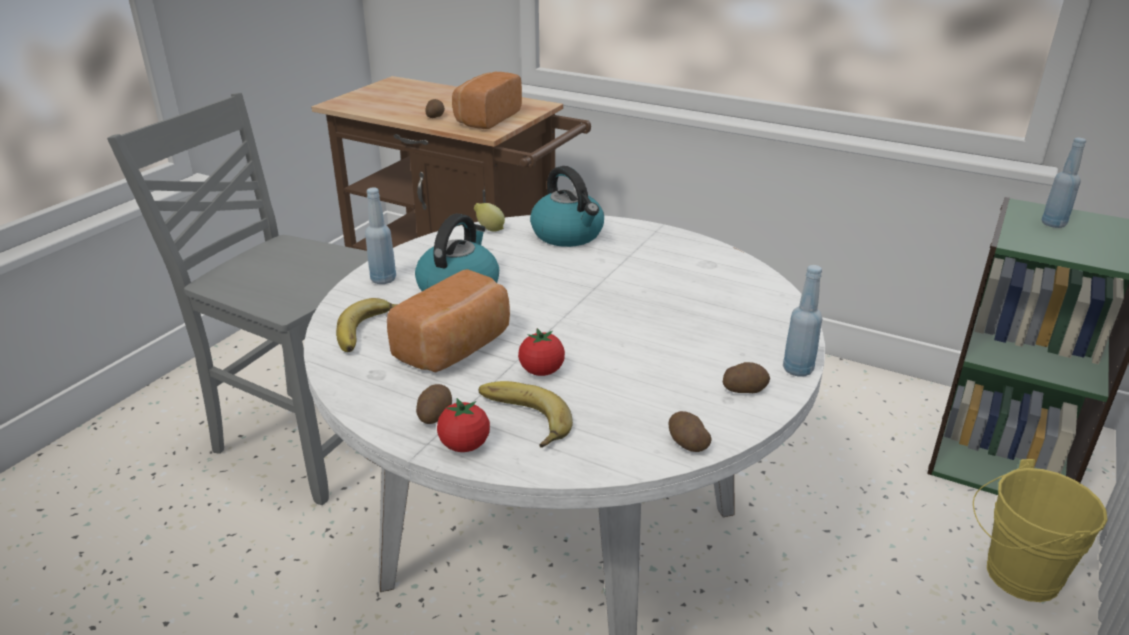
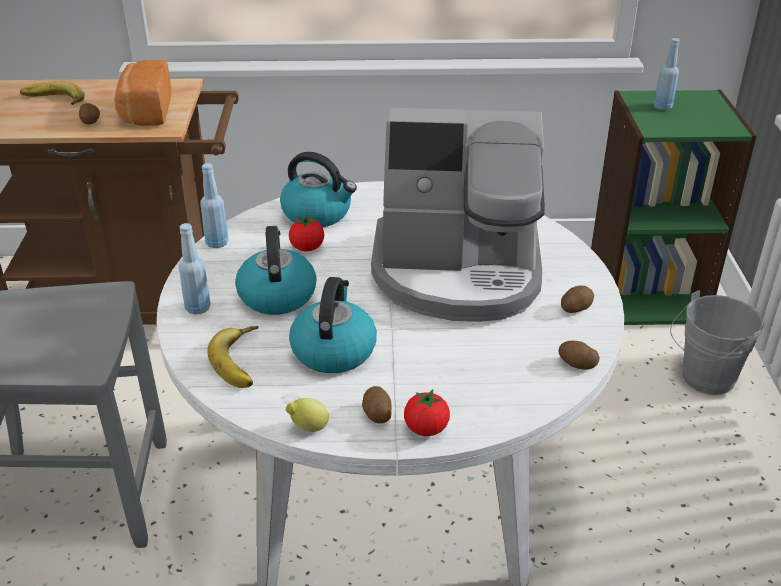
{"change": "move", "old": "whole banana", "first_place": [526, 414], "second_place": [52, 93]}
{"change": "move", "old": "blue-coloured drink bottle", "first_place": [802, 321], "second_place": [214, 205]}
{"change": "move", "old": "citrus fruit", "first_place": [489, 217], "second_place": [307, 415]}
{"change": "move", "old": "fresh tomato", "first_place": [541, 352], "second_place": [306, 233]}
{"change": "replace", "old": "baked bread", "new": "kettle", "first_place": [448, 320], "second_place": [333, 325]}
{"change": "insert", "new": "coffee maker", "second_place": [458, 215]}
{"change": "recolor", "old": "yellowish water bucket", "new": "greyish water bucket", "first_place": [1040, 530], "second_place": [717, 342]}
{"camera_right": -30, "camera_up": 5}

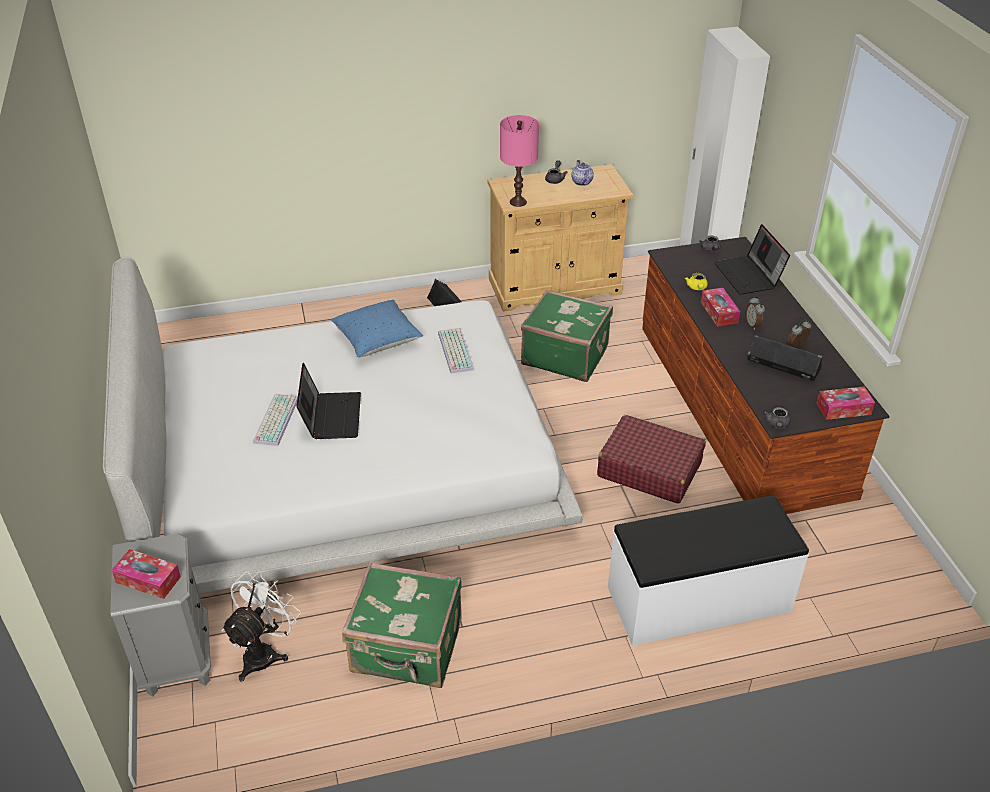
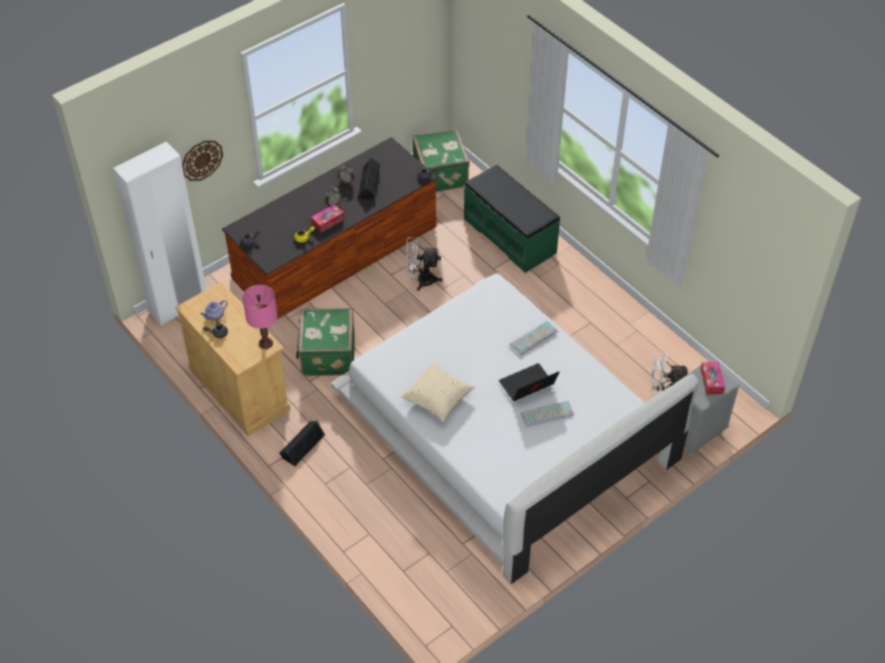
{"change": "insert", "new": "hanging clock", "second_place": [202, 160]}
{"change": "recolor", "old": "blue-coloured pillow", "new": "beige pillow", "first_place": [376, 329], "second_place": [437, 392]}
{"change": "replace", "old": "red piece of luggage", "new": "white-coloured cooling fan", "first_place": [651, 459], "second_place": [424, 264]}
{"change": "move", "old": "green piece of luggage", "first_place": [402, 625], "second_place": [441, 160]}
{"change": "recolor", "old": "white-coloured indoor bench", "new": "green indoor bench", "first_place": [708, 570], "second_place": [512, 218]}
{"change": "move", "old": "computer keyboard", "first_place": [456, 351], "second_place": [534, 337]}
{"change": "delete", "old": "portable computer", "first_place": [752, 259]}
{"change": "delete", "old": "box of tissues", "first_place": [845, 403]}
{"camera_right": -115, "camera_up": 10}

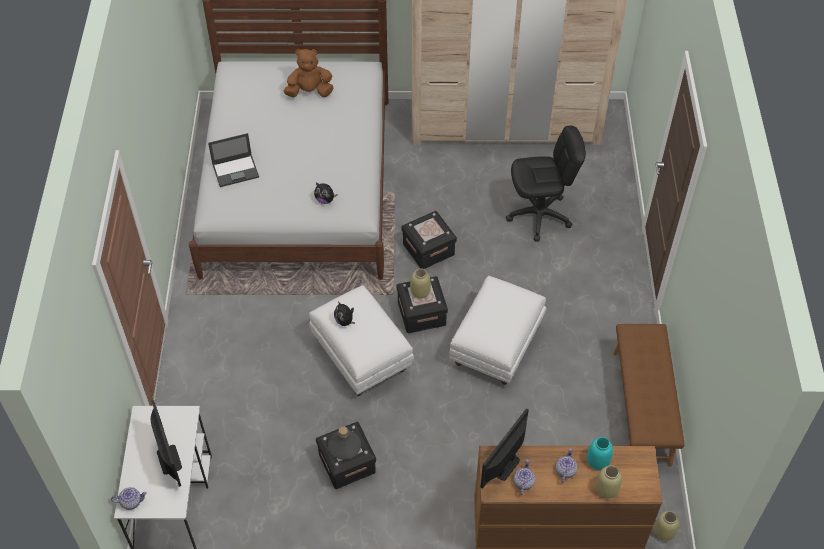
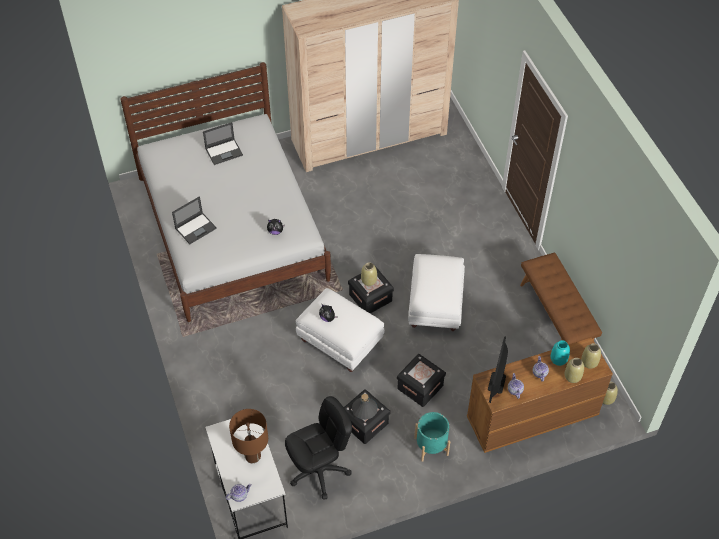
{"change": "replace", "old": "brown cuddly toy", "new": "portable computer", "first_place": [308, 73], "second_place": [223, 143]}
{"change": "replace", "old": "computer display", "new": "brown tabletop lamp", "first_place": [166, 443], "second_place": [248, 436]}
{"change": "move", "old": "black-coloured computer chair", "first_place": [546, 183], "second_place": [318, 448]}
{"change": "move", "old": "black-coloured storage box", "first_place": [429, 240], "second_place": [421, 380]}
{"change": "insert", "new": "turquoise-coloured flower pot", "second_place": [432, 437]}
{"change": "insert", "new": "beige flower vase", "second_place": [591, 356]}
{"camera_right": -20, "camera_up": 0}

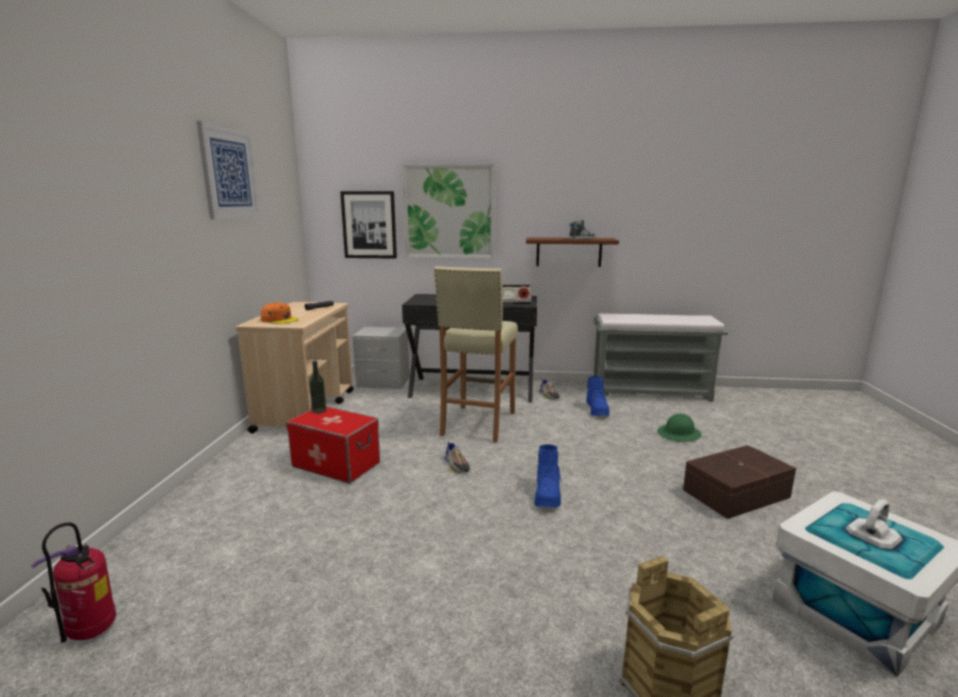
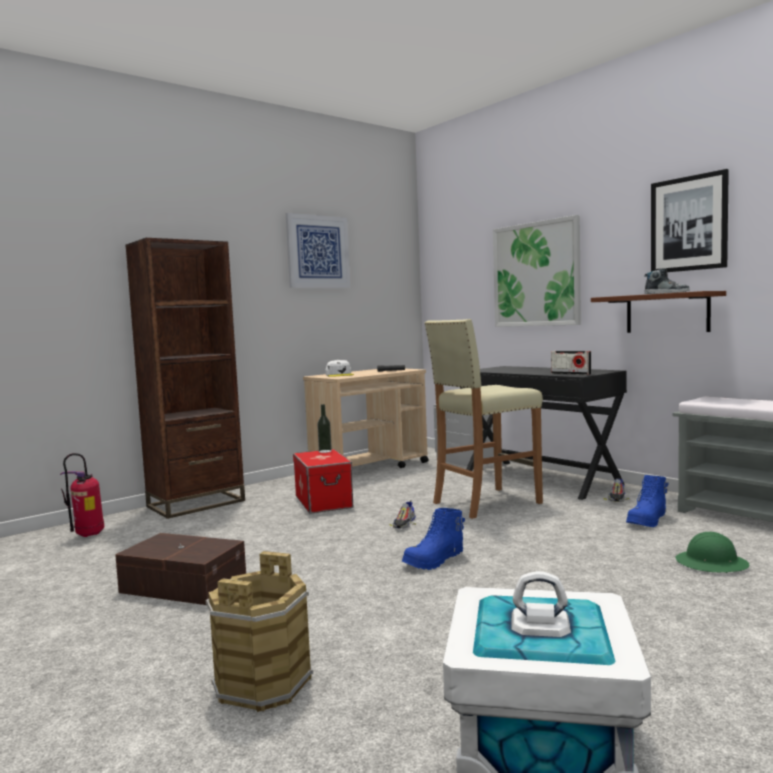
{"change": "move", "old": "brown storage box", "first_place": [739, 482], "second_place": [180, 569]}
{"change": "insert", "new": "brown shelving unit", "second_place": [185, 378]}
{"change": "recolor", "old": "orange peaked cap", "new": "white-coloured peaked cap", "first_place": [280, 313], "second_place": [339, 368]}
{"change": "move", "old": "wall picture", "first_place": [368, 225], "second_place": [690, 220]}
{"camera_right": 45, "camera_up": -10}

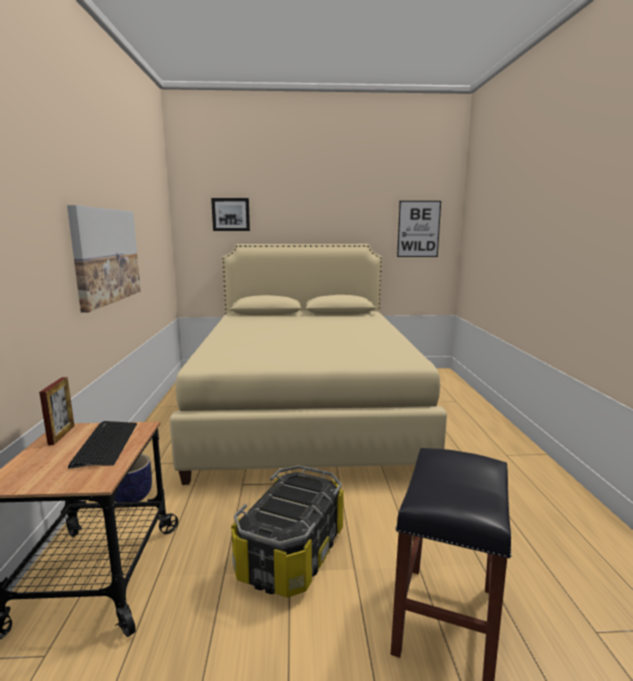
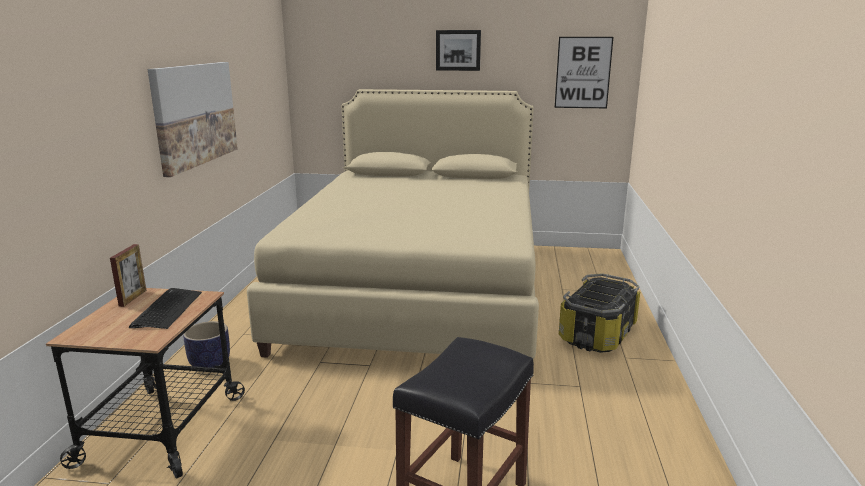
{"change": "move", "old": "wall picture", "first_place": [230, 214], "second_place": [458, 50]}
{"change": "move", "old": "storage box", "first_place": [287, 531], "second_place": [599, 313]}
{"camera_right": 10, "camera_up": 5}

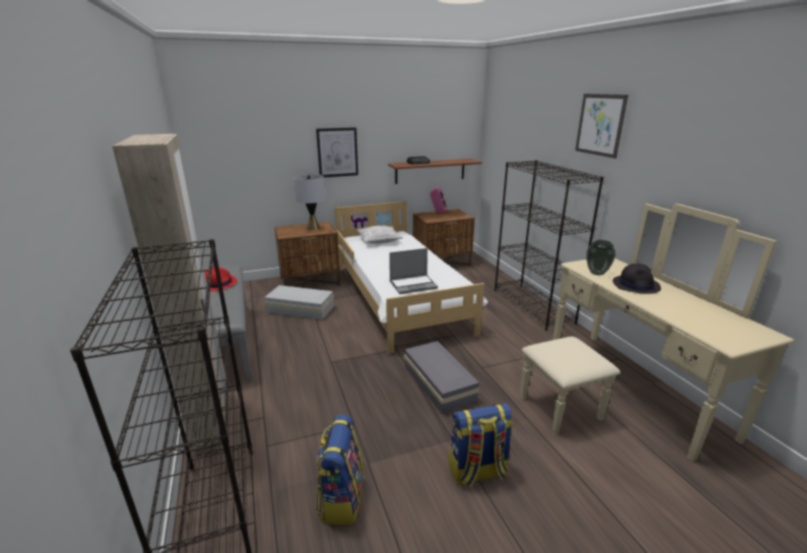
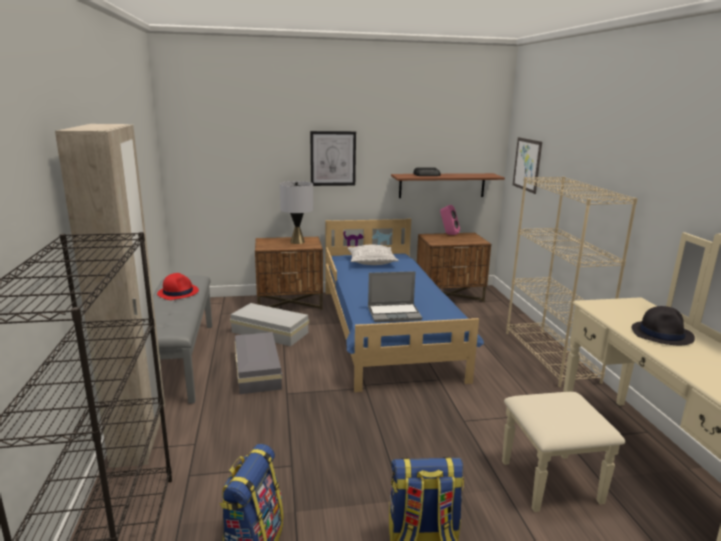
{"change": "move", "old": "greyish storage box", "first_place": [442, 377], "second_place": [258, 363]}
{"change": "recolor", "old": "white-coloured bed", "new": "blue-coloured bed", "first_place": [411, 277], "second_place": [404, 305]}
{"change": "recolor", "old": "black-coloured shelving unit", "new": "beige shelving unit", "first_place": [549, 245], "second_place": [572, 282]}
{"change": "move", "old": "wall picture", "first_place": [601, 126], "second_place": [527, 165]}
{"change": "delete", "old": "flower vase", "first_place": [601, 258]}
{"camera_right": 10, "camera_up": -5}

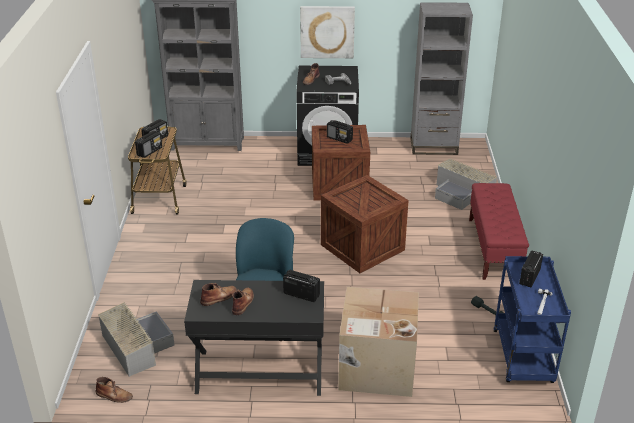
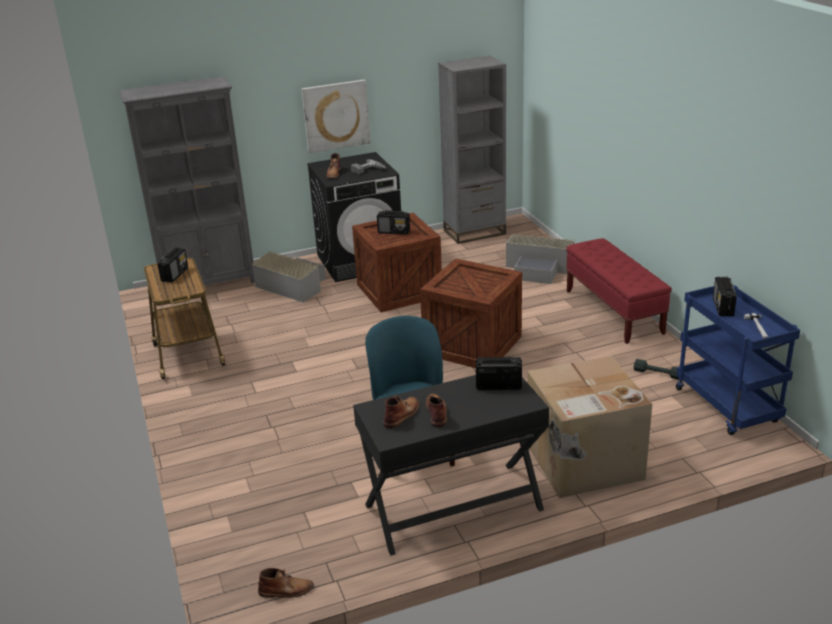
{"change": "move", "old": "greyish storage box", "first_place": [136, 339], "second_place": [289, 277]}
{"change": "delete", "old": "radio", "first_place": [148, 144]}
{"camera_right": -20, "camera_up": -5}

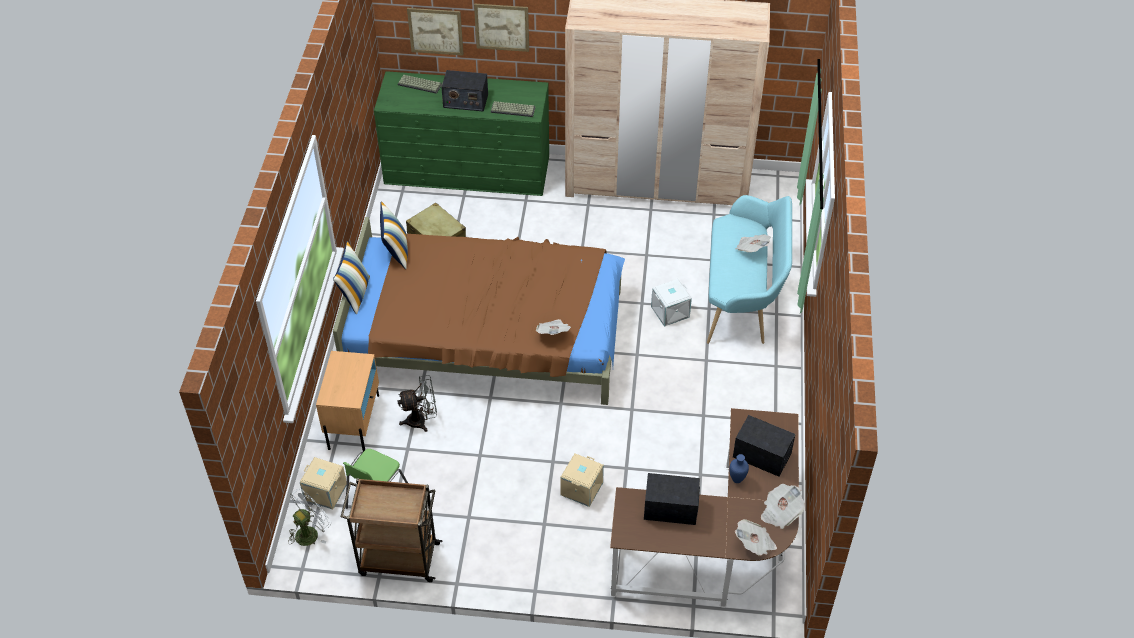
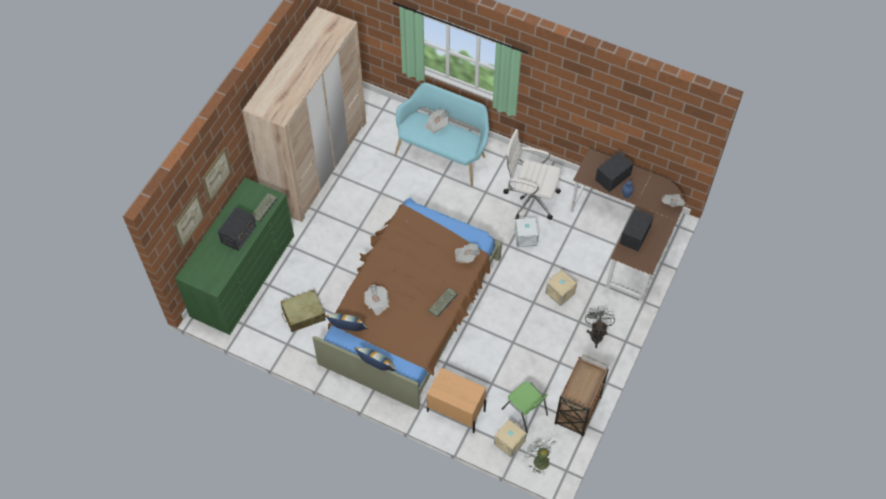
{"change": "move", "old": "daily paper", "first_place": [783, 506], "second_place": [376, 299]}
{"change": "move", "old": "computer keyboard", "first_place": [419, 84], "second_place": [443, 302]}
{"change": "insert", "new": "white-coloured computer chair", "second_place": [532, 174]}
{"change": "move", "old": "white-coloured storage box", "first_place": [671, 303], "second_place": [527, 232]}
{"change": "move", "old": "greyish cooling fan", "first_place": [417, 403], "second_place": [600, 328]}
{"camera_right": -70, "camera_up": 10}

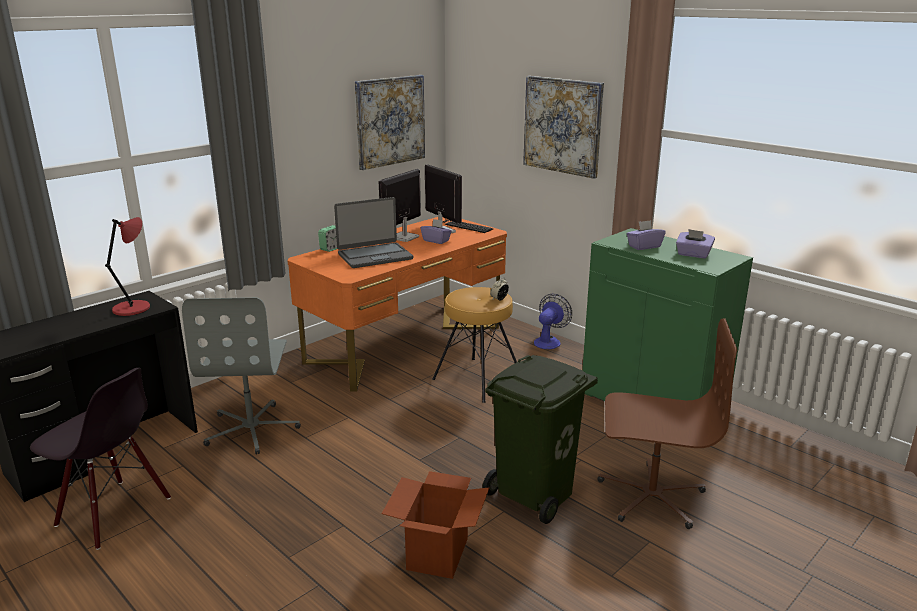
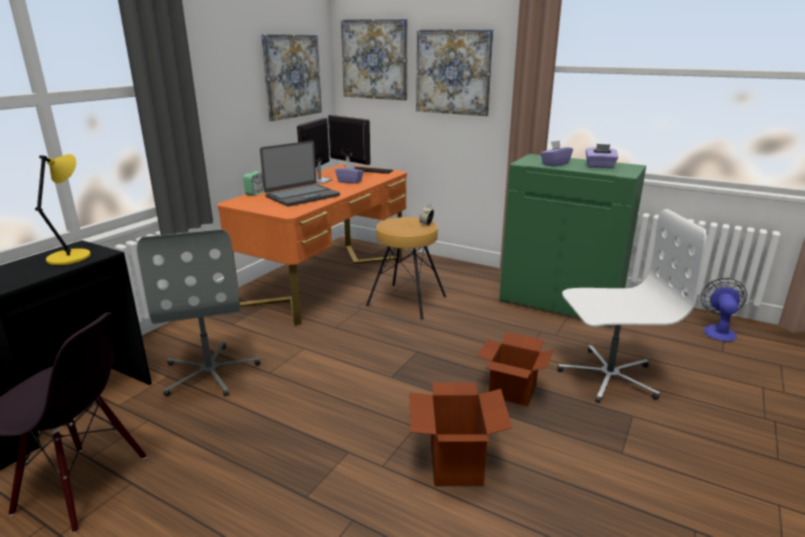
{"change": "recolor", "old": "red tabletop lamp", "new": "yellowish tabletop lamp", "first_place": [127, 266], "second_place": [63, 209]}
{"change": "insert", "new": "wall picture", "second_place": [374, 59]}
{"change": "replace", "old": "green trash can", "new": "carton", "first_place": [540, 439], "second_place": [515, 369]}
{"change": "recolor", "old": "brown computer chair", "new": "white-coloured computer chair", "first_place": [668, 423], "second_place": [632, 306]}
{"change": "move", "old": "cooling fan", "first_place": [553, 321], "second_place": [724, 310]}
{"camera_right": -15, "camera_up": 0}

